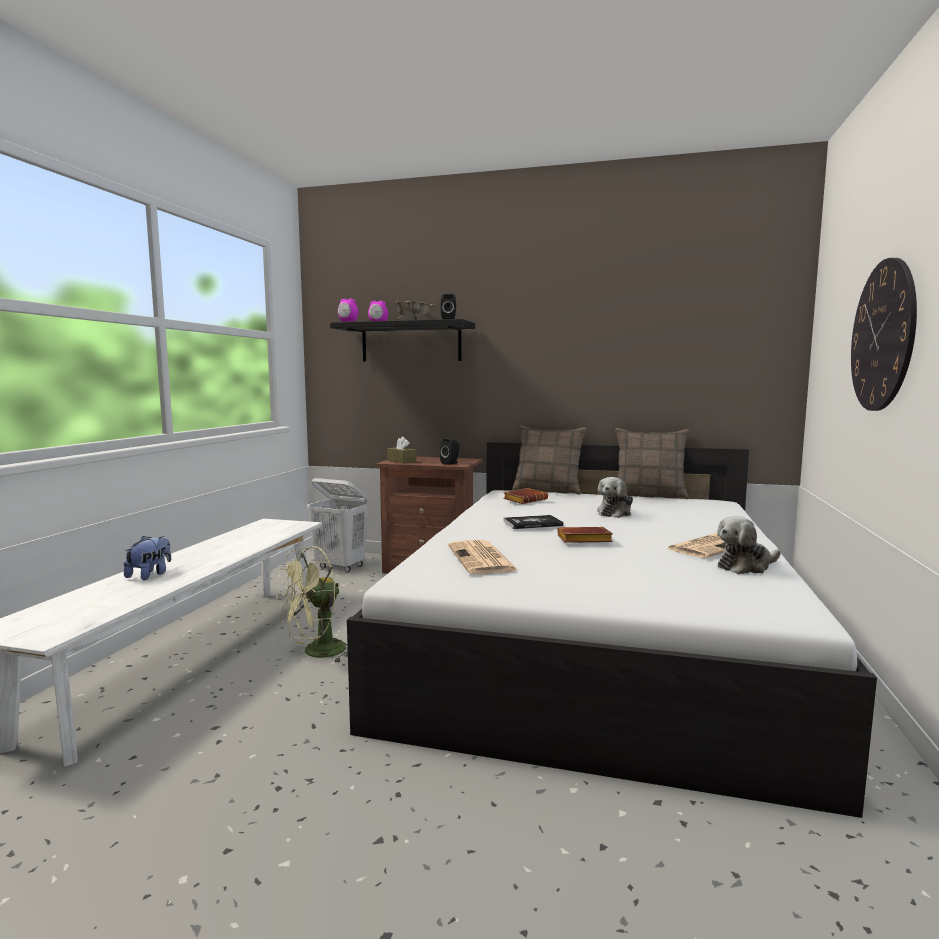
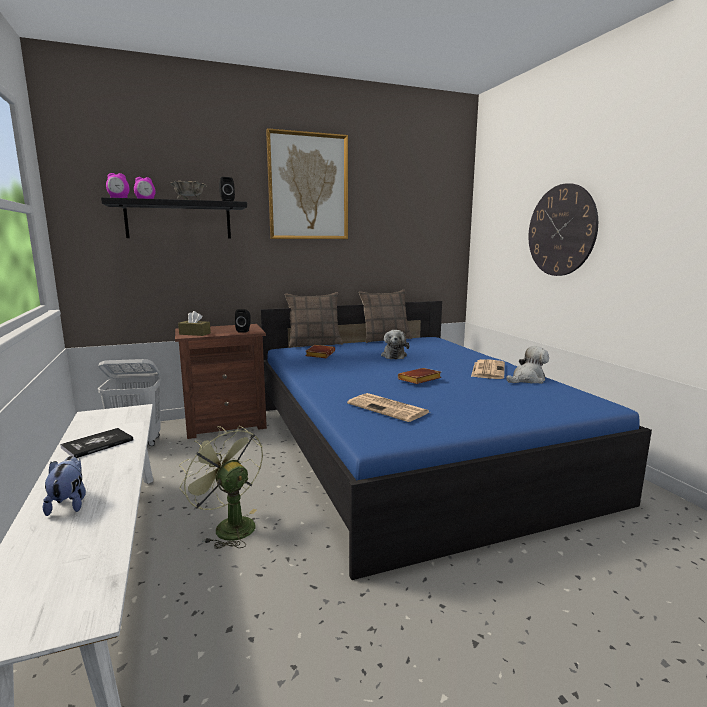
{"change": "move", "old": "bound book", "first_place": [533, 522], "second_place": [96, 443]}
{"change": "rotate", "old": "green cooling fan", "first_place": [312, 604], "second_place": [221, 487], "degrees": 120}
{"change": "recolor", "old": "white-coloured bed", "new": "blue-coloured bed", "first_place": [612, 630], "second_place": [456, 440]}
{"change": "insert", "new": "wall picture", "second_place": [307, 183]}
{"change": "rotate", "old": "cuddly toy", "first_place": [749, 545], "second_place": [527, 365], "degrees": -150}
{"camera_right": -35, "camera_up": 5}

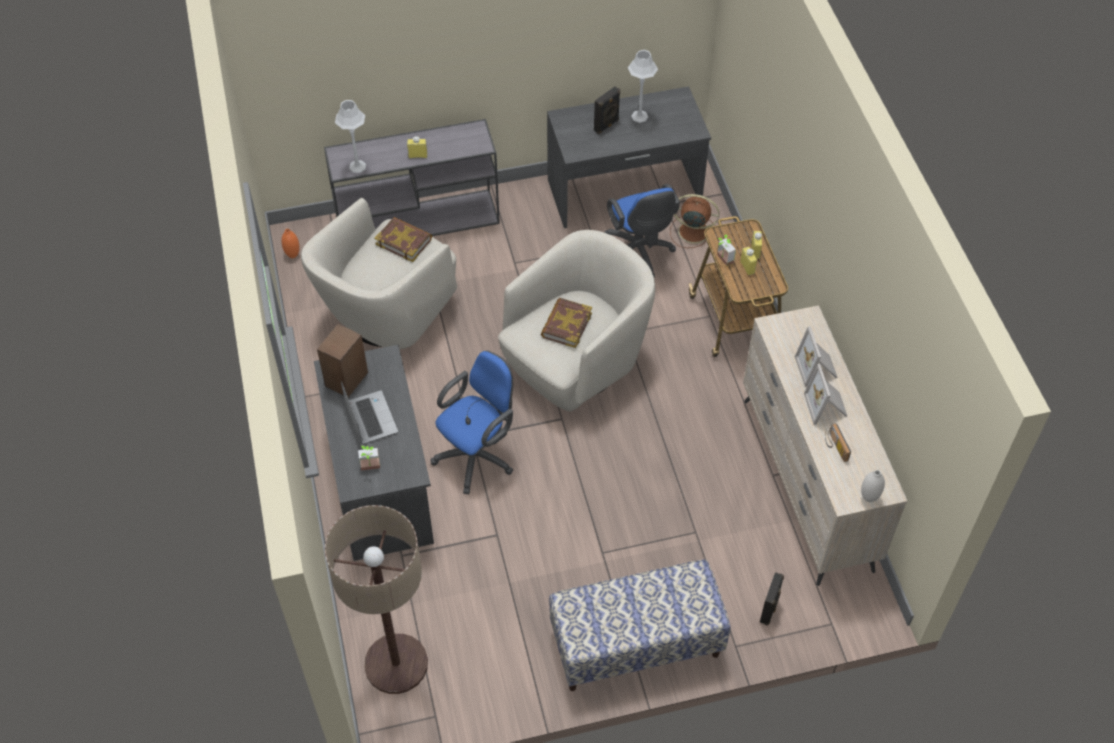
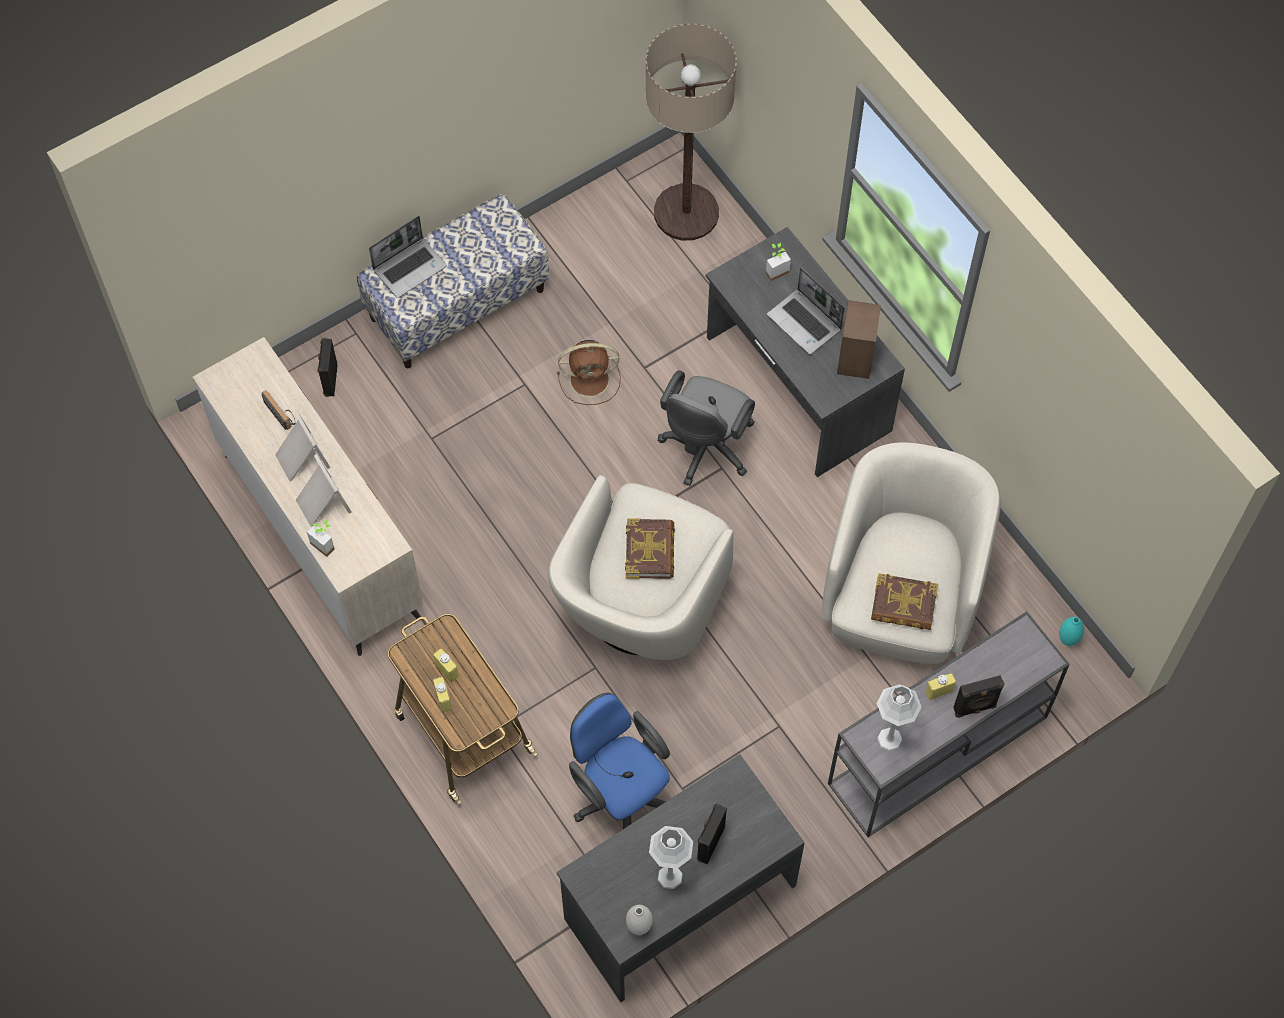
{"change": "move", "old": "potted plant", "first_place": [726, 250], "second_place": [321, 538]}
{"change": "insert", "new": "portable computer", "second_place": [408, 257]}
{"change": "move", "old": "brown cooling fan", "first_place": [695, 221], "second_place": [589, 372]}
{"change": "move", "old": "white-coloured flower vase", "first_place": [873, 486], "second_place": [639, 920]}
{"change": "recolor", "old": "blue-coloured computer chair", "new": "greyish computer chair", "first_place": [472, 422], "second_place": [706, 428]}
{"change": "move", "old": "greyish tabletop lamp", "first_place": [350, 136], "second_place": [899, 717]}
{"change": "insert", "new": "black-coloured speaker", "second_place": [979, 696]}
{"change": "recolor", "old": "orange flower vase", "new": "turquoise-coloured flower vase", "first_place": [290, 243], "second_place": [1071, 631]}
{"camera_right": 160, "camera_up": 10}

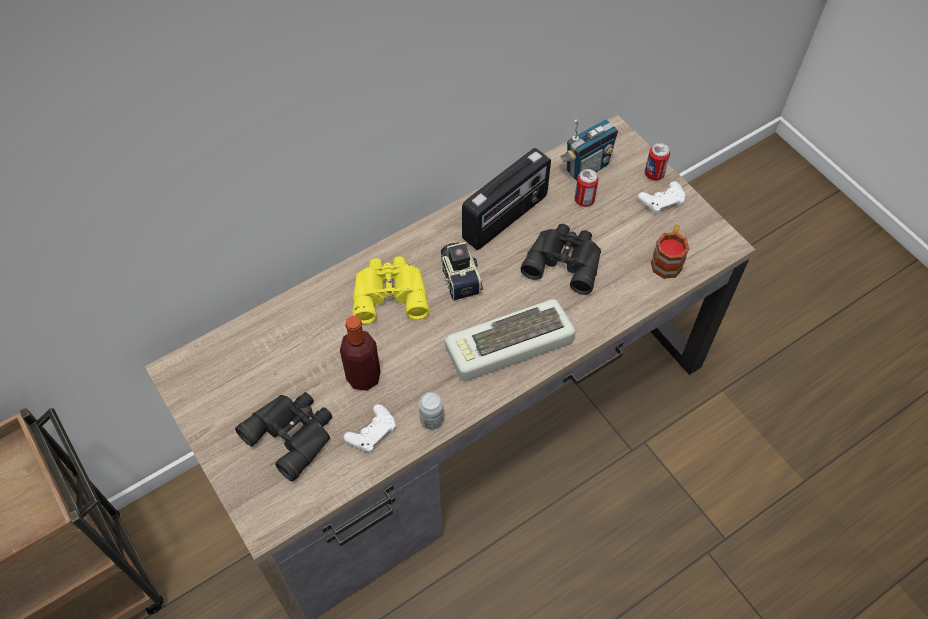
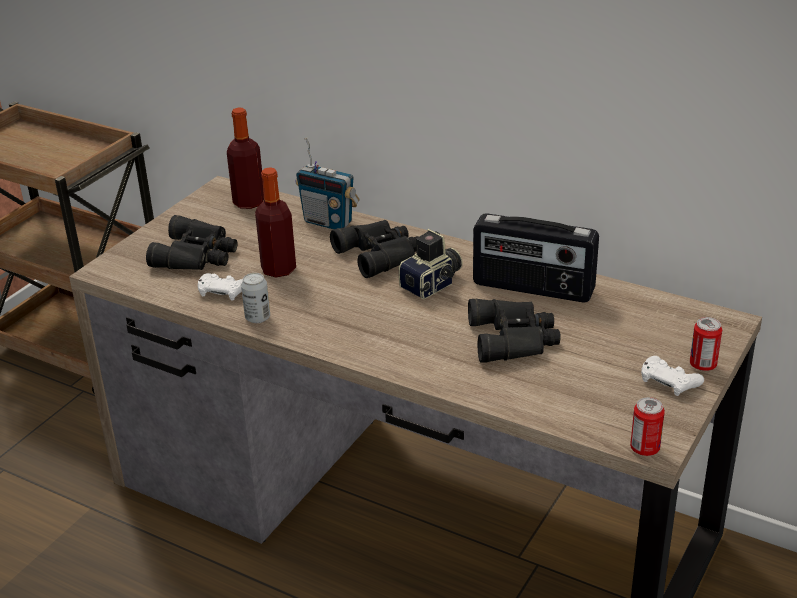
{"change": "insert", "new": "drink bottle", "second_place": [245, 158]}
{"change": "move", "old": "radio", "first_place": [589, 149], "second_place": [328, 183]}
{"change": "recolor", "old": "yellowish field glasses", "new": "black-coloured field glasses", "first_place": [390, 290], "second_place": [374, 249]}
{"change": "move", "old": "metal can", "first_place": [587, 188], "second_place": [647, 426]}
{"change": "delete", "old": "computer keyboard", "first_place": [510, 340]}
{"change": "delete", "old": "coffee mug", "first_place": [670, 251]}
{"camera_right": 65, "camera_up": -25}

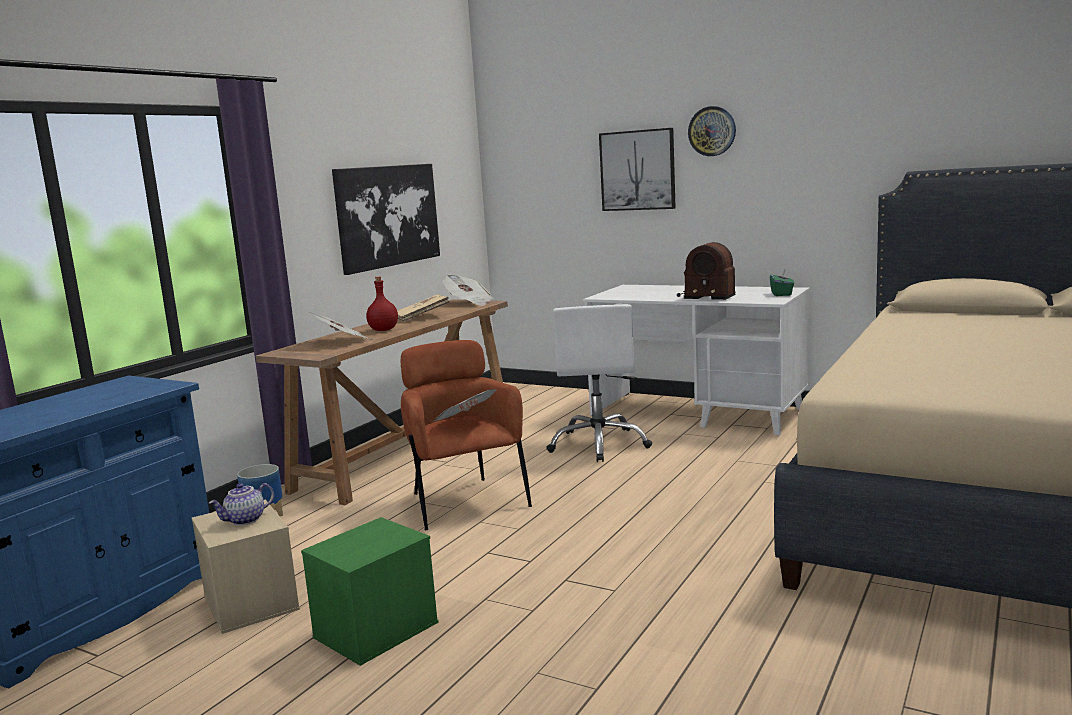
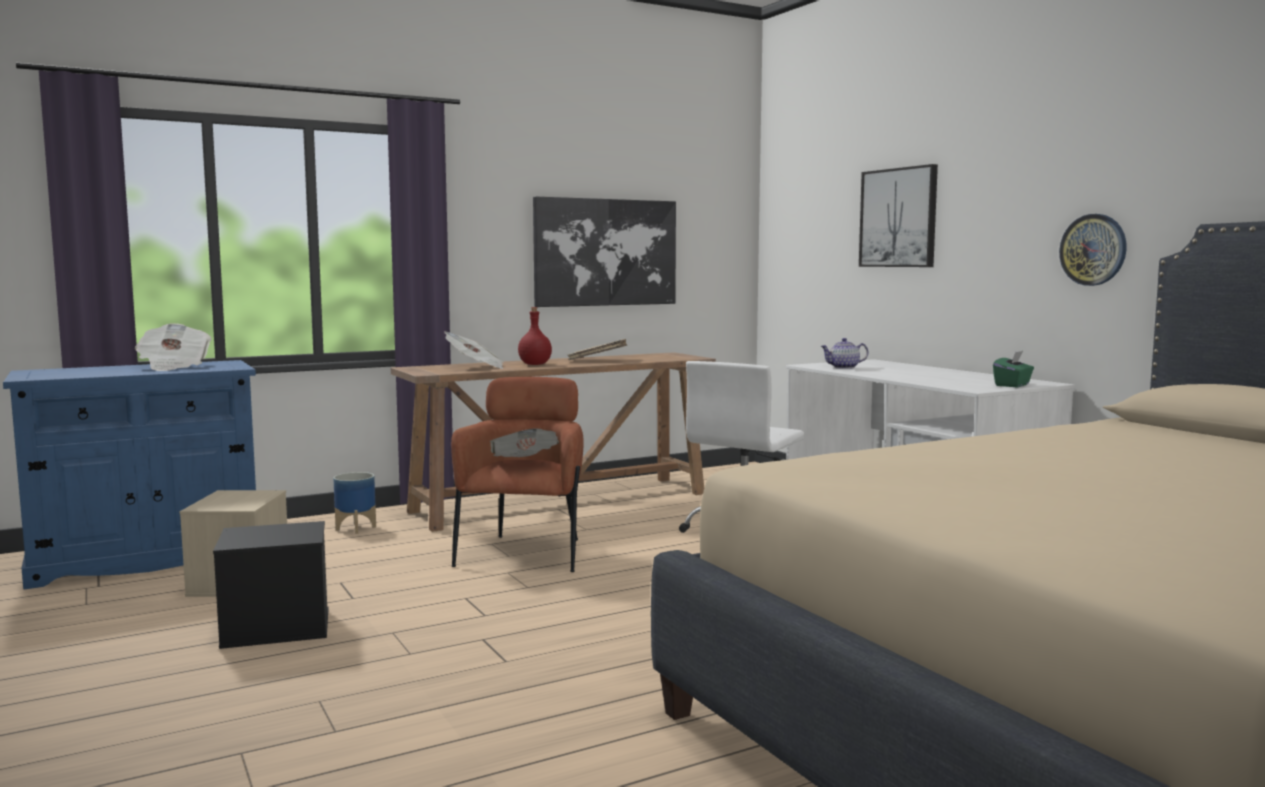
{"change": "move", "old": "daily paper", "first_place": [467, 290], "second_place": [173, 347]}
{"change": "recolor", "old": "green storage box", "new": "black-coloured storage box", "first_place": [370, 591], "second_place": [270, 585]}
{"change": "move", "old": "pot for tea", "first_place": [241, 504], "second_place": [844, 353]}
{"change": "move", "old": "hanging clock", "first_place": [712, 131], "second_place": [1093, 250]}
{"change": "delete", "old": "radio", "first_place": [706, 271]}
{"camera_right": 30, "camera_up": -5}

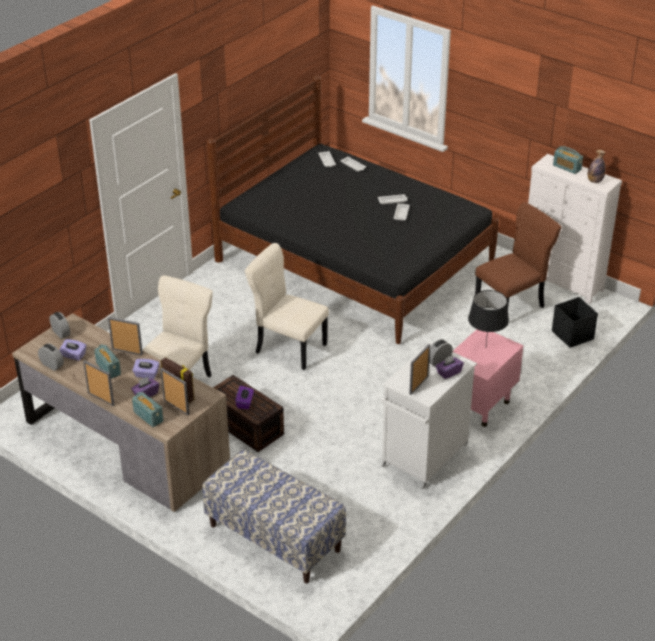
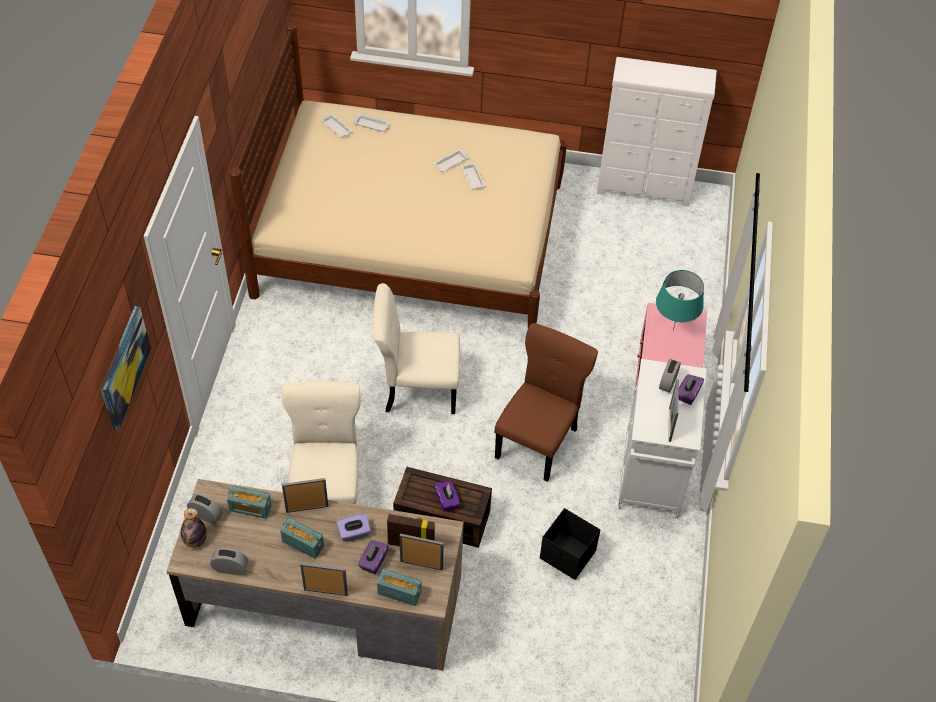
{"change": "insert", "new": "wall picture", "second_place": [126, 368]}
{"change": "move", "old": "drink bottle", "first_place": [597, 166], "second_place": [194, 528]}
{"change": "move", "old": "radio", "first_place": [568, 160], "second_place": [249, 502]}
{"change": "recolor", "old": "black-coloured bed", "new": "beige bed", "first_place": [353, 209], "second_place": [398, 175]}
{"change": "move", "old": "brown upright chair", "first_place": [518, 255], "second_place": [546, 402]}
{"change": "move", "old": "black-coloured storage box", "first_place": [575, 322], "second_place": [570, 544]}
{"change": "recolor", "old": "black-coloured tabletop lamp", "new": "turquoise-coloured tabletop lamp", "first_place": [488, 317], "second_place": [680, 300]}
{"change": "delete", "old": "purple box of tissues", "first_place": [73, 350]}
{"change": "delete", "old": "indoor bench", "first_place": [274, 516]}
{"camera_right": -30, "camera_up": 15}

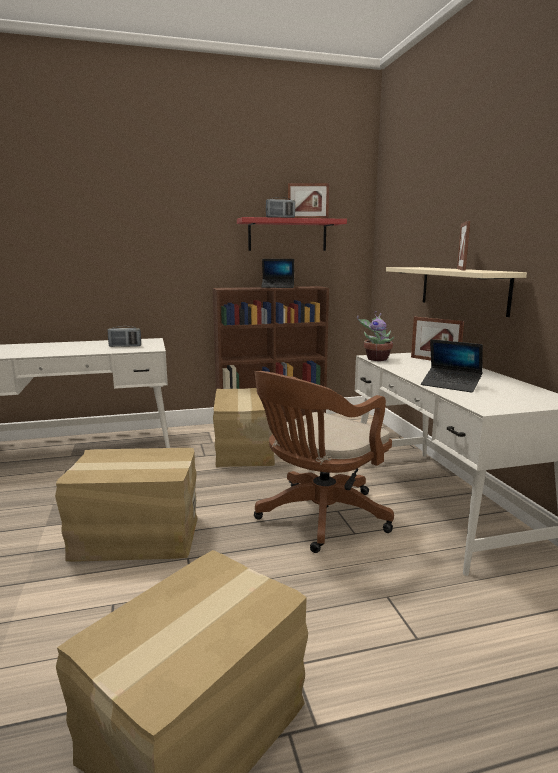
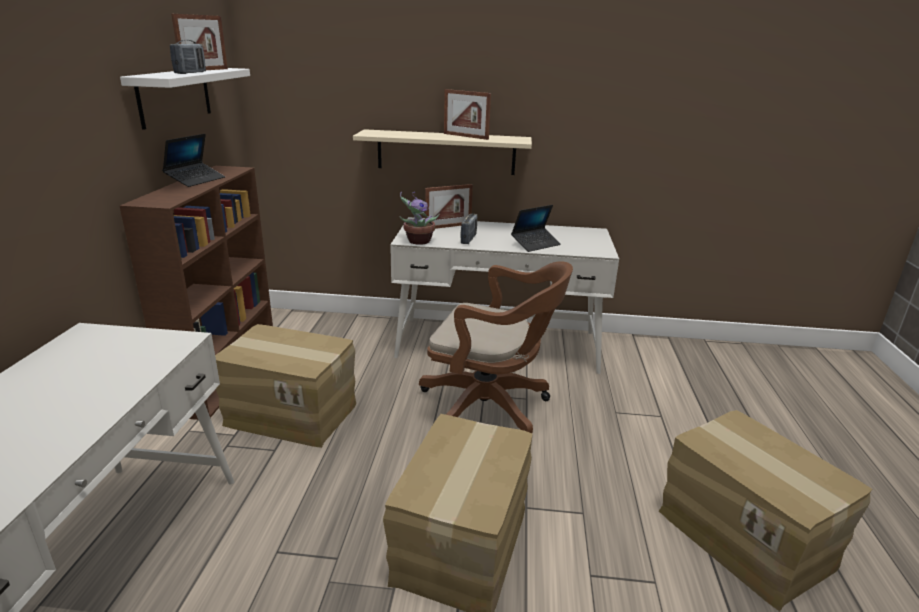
{"change": "recolor", "old": "red wall shelf", "new": "white-coloured wall shelf", "first_place": [292, 234], "second_place": [185, 99]}
{"change": "rotate", "old": "brown computer chair", "first_place": [324, 462], "second_place": [496, 347], "degrees": -45}
{"change": "move", "old": "radio", "first_place": [124, 336], "second_place": [469, 229]}
{"camera_right": -70, "camera_up": 10}

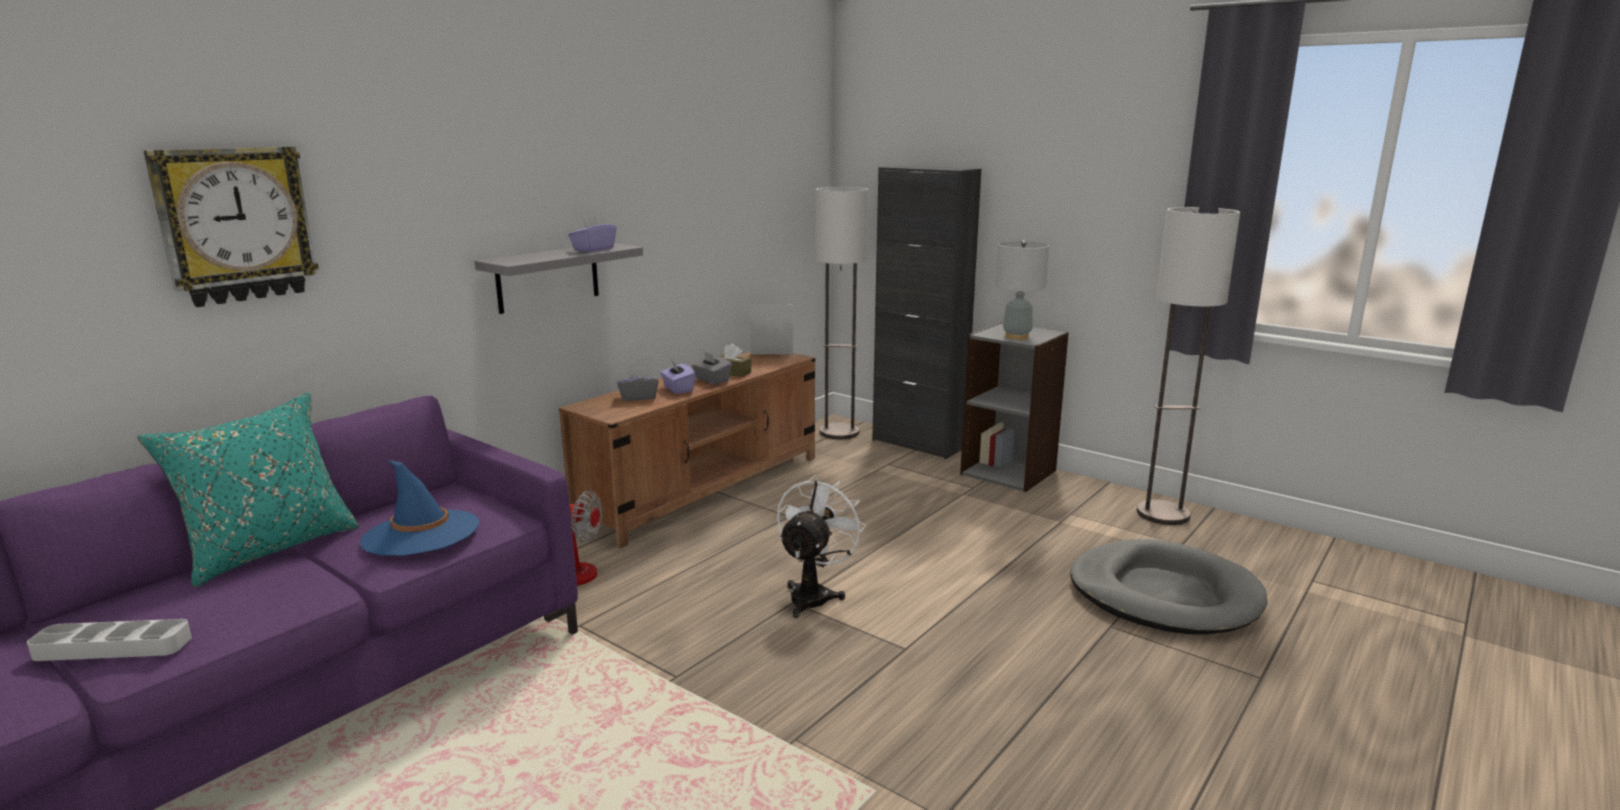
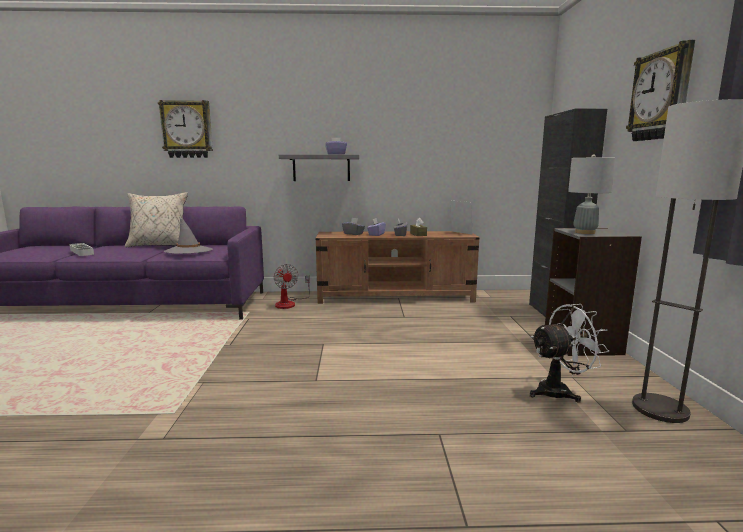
{"change": "recolor", "old": "turquoise-coloured pillow", "new": "beige pillow", "first_place": [248, 489], "second_place": [156, 220]}
{"change": "recolor", "old": "blue-coloured clothing hat", "new": "greyish clothing hat", "first_place": [419, 508], "second_place": [188, 235]}
{"change": "move", "old": "white-coloured cooling fan", "first_place": [821, 546], "second_place": [569, 353]}
{"change": "insert", "new": "hanging clock", "second_place": [660, 90]}
{"change": "delete", "old": "standing lamp", "first_place": [842, 313]}
{"change": "delete", "old": "greyish dog bed", "first_place": [1169, 586]}
{"camera_right": 50, "camera_up": -5}

